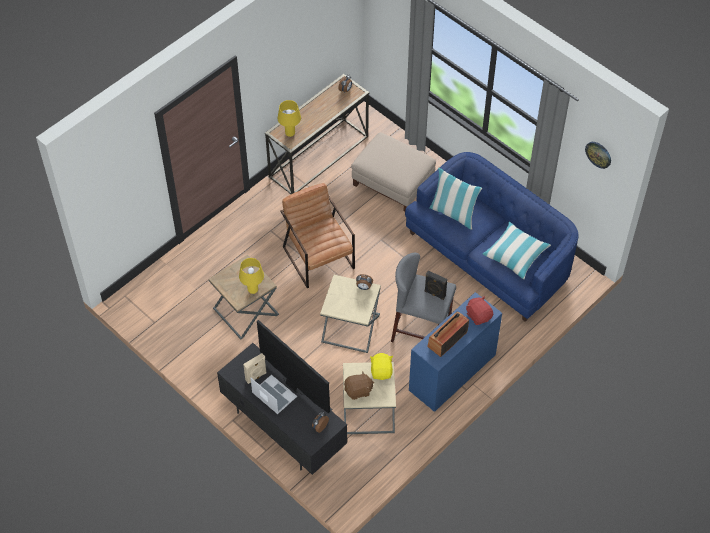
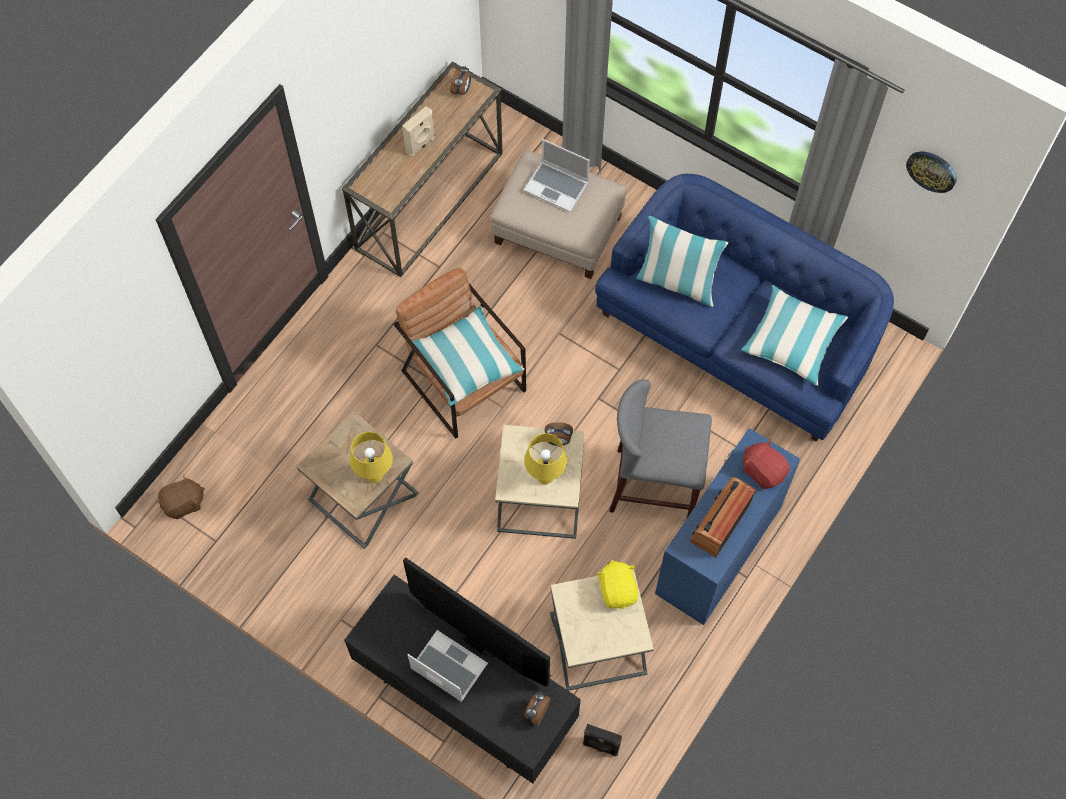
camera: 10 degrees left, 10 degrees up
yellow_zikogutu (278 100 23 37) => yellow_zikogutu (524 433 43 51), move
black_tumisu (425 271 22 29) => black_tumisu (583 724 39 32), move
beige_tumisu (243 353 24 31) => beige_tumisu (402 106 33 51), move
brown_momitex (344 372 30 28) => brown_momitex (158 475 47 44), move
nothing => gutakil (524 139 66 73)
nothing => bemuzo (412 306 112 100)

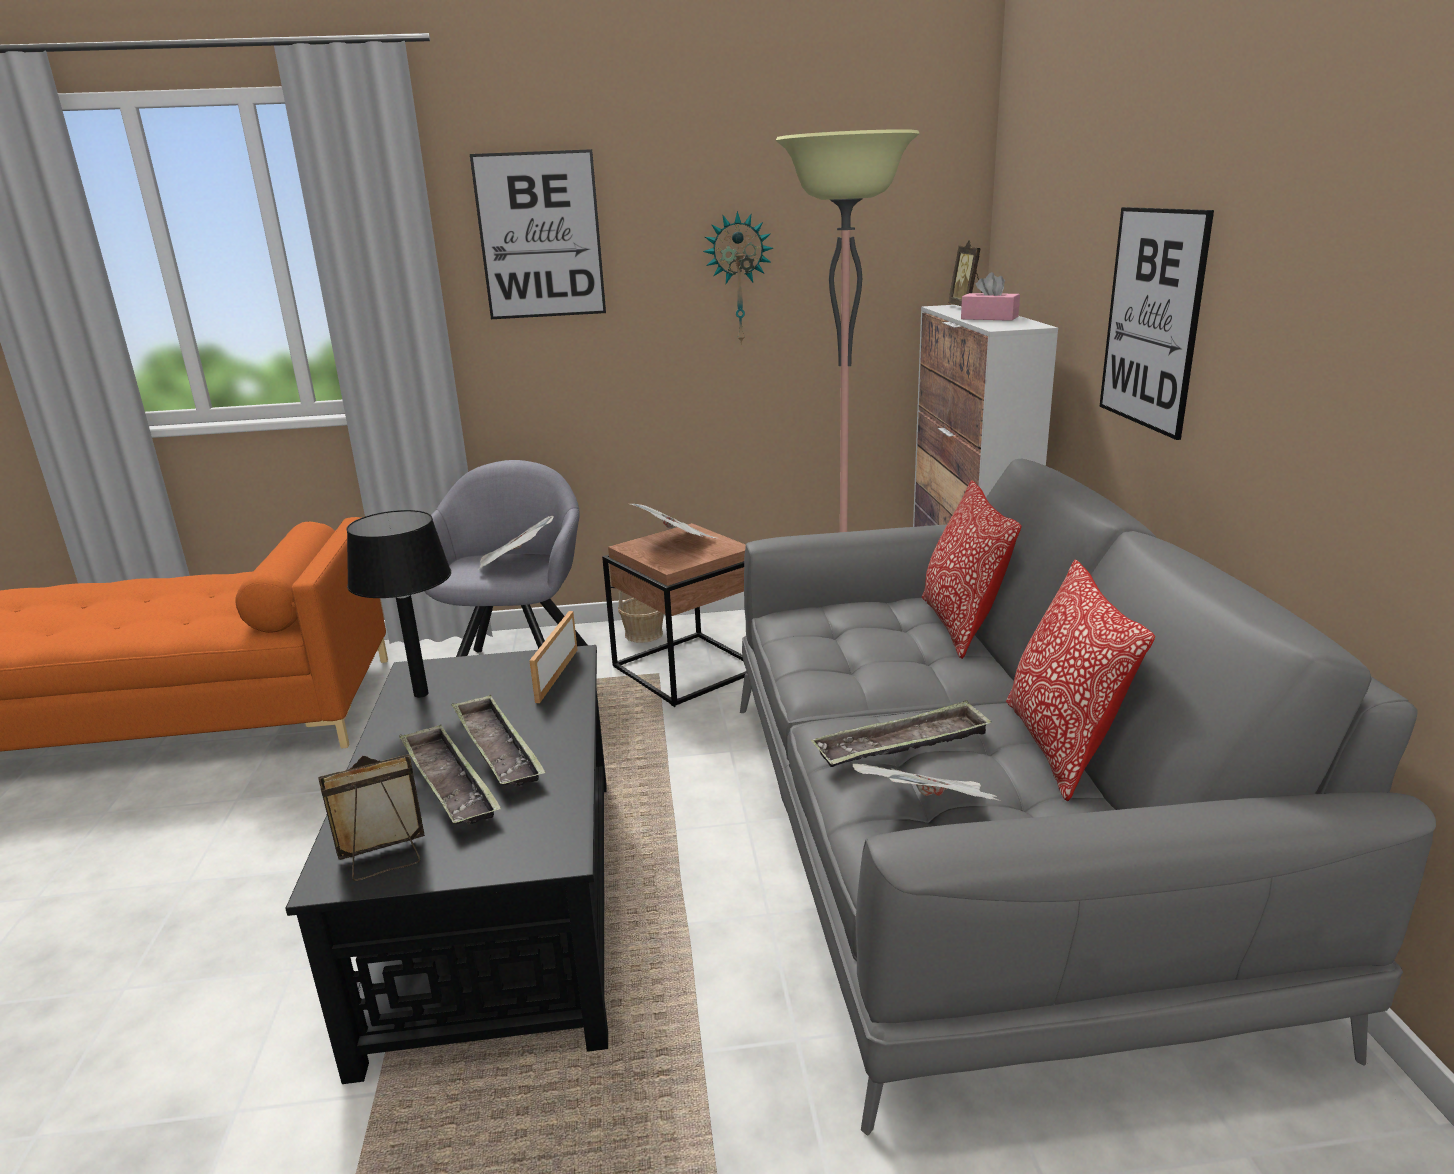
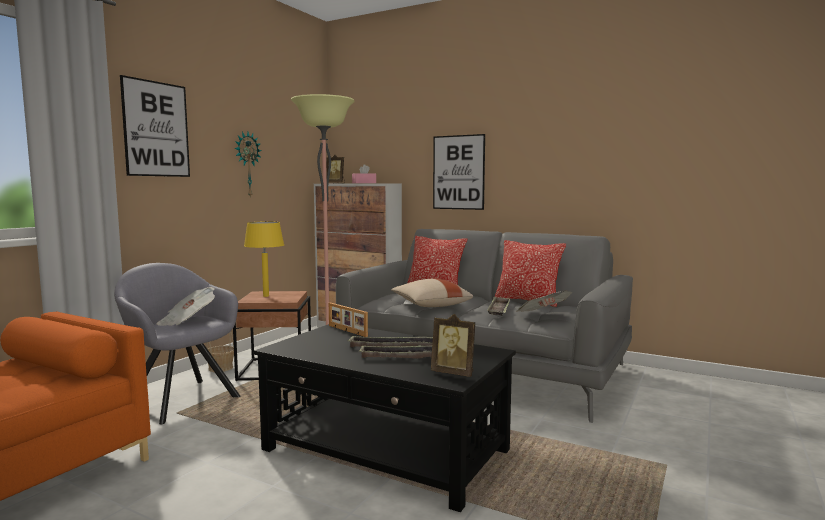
camera: 55 degrees left, 15 degrees down
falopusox (631 504 85 34) => yellow_zikogutu (244 222 40 75)
black_zikogutu (346 510 105 188) => nothing
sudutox (318 754 107 127) => sudutox (431 314 44 63), 75 degrees counterclockwise
nothing => beige_bemuzo (391 278 82 29)

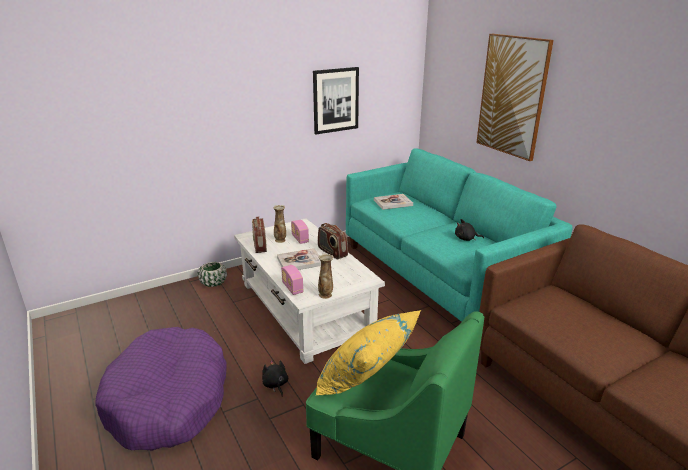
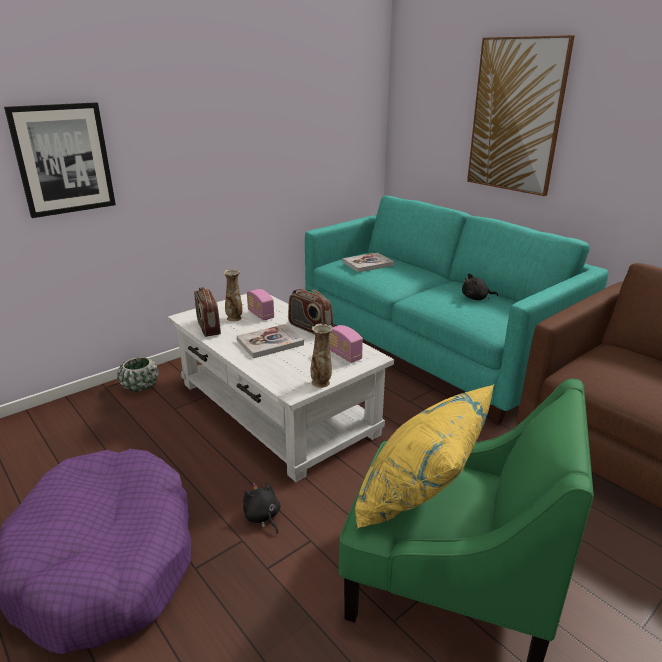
camera: 10 degrees left, 0 degrees up
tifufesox (313 67 46 67) => tifufesox (4 102 112 116), move
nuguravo (281 265 23 30) => nuguravo (329 325 34 38), move

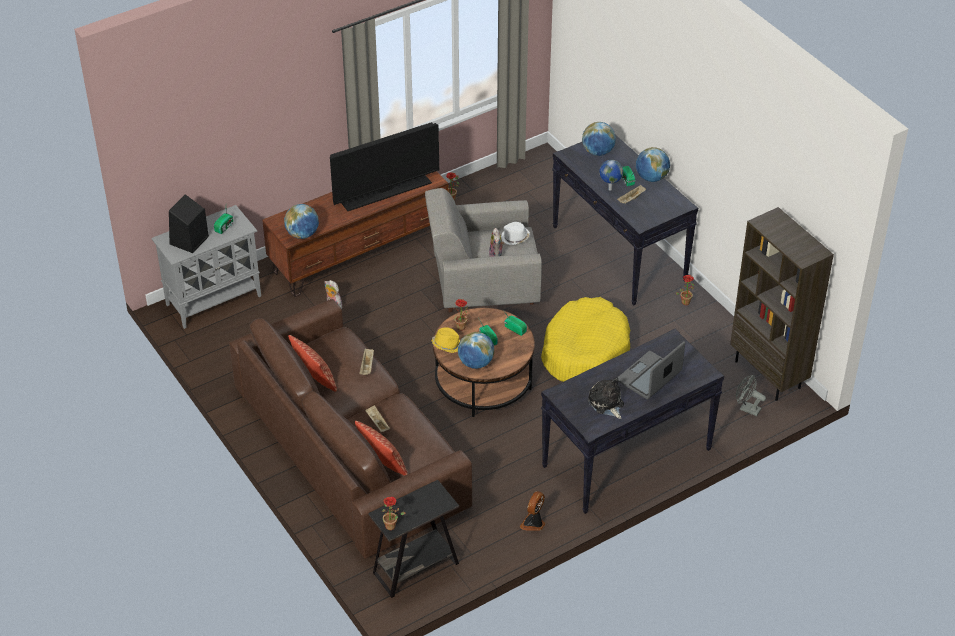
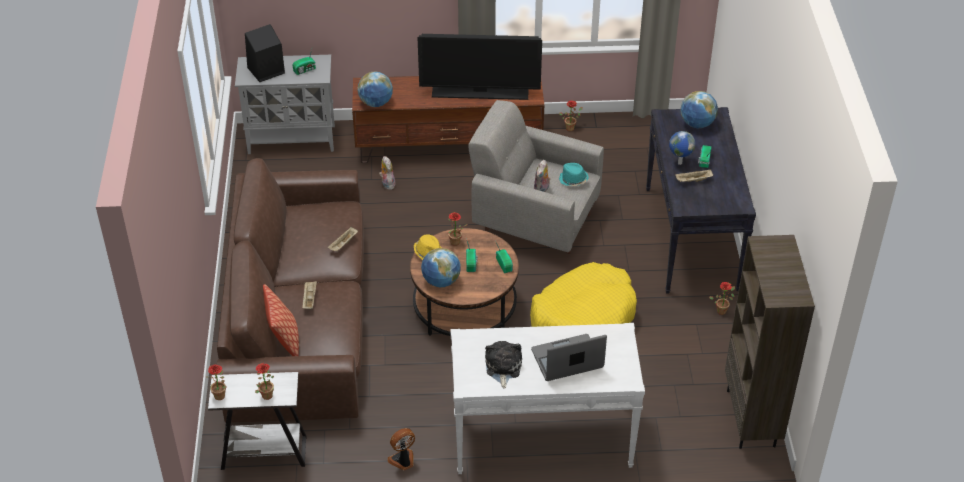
camera: 30 degrees right, 0 degrees up
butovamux (636 147 34 35) => nothing
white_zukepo (501 222 29 23) => turquoise_zukepo (559 163 30 23)
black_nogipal (541 329 183 185) => white_nogipal (451 323 194 151)
bemuzo (288 335 49 56) => nothing
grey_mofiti (736 375 30 41) => nothing
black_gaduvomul (368 480 91 118) => white_gaduvomul (208 372 99 98)
nothing => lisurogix (255 363 19 37)

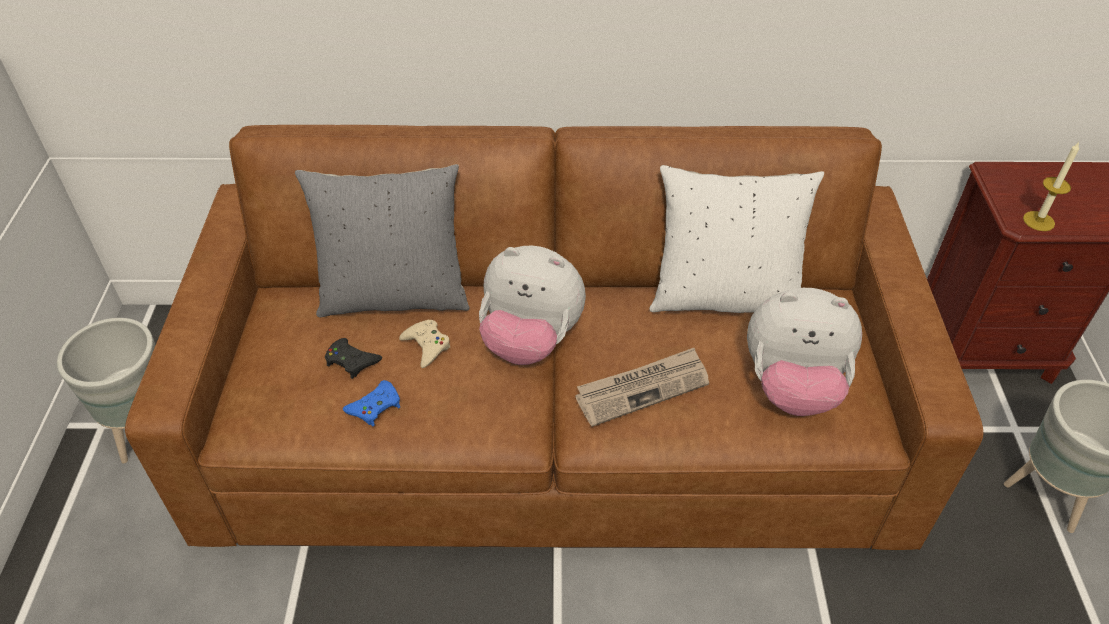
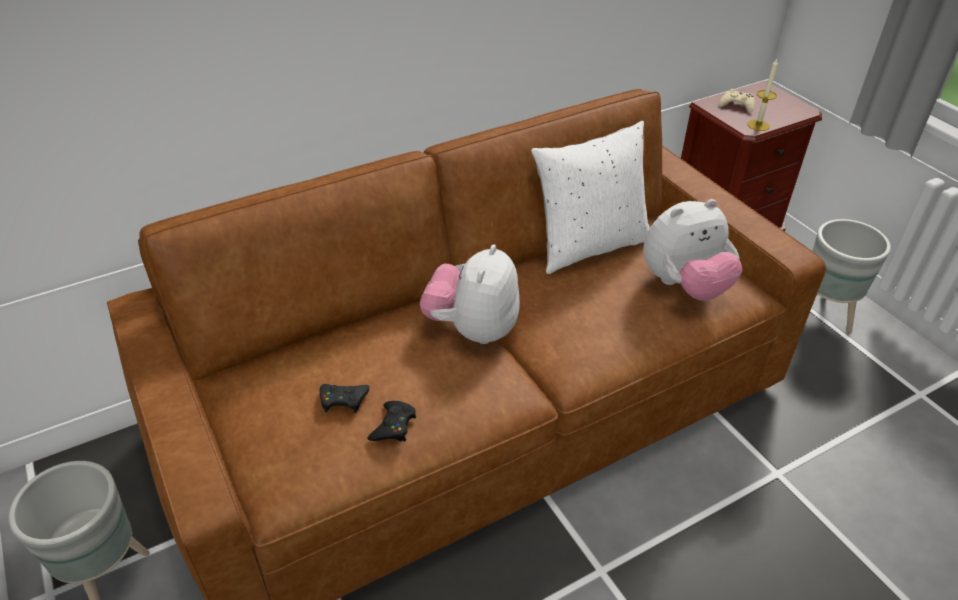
camera: 30 degrees left, 5 degrees down
grey_bemuzo (295 164 175 153) => nothing
momitex (479 245 107 120) => momitex (420 244 100 100), 120 degrees clockwise
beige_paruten (399 320 52 48) => beige_paruten (719 89 36 25), move
falopusox (575 347 134 80) => nothing
blue_paruten (343 380 57 46) => black_paruten (367 401 49 40)

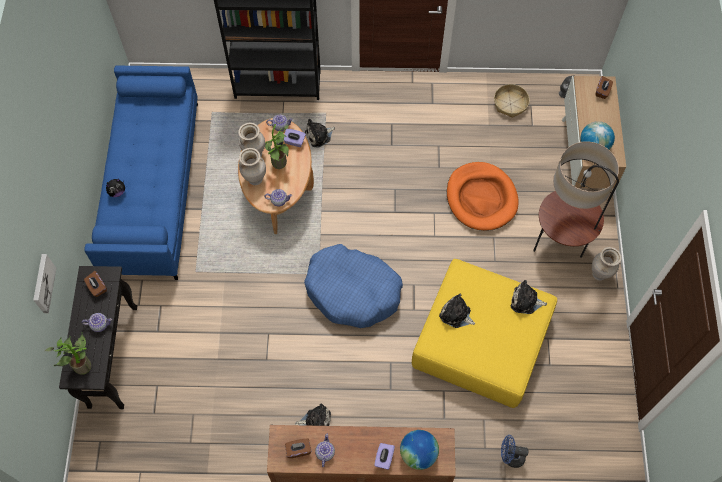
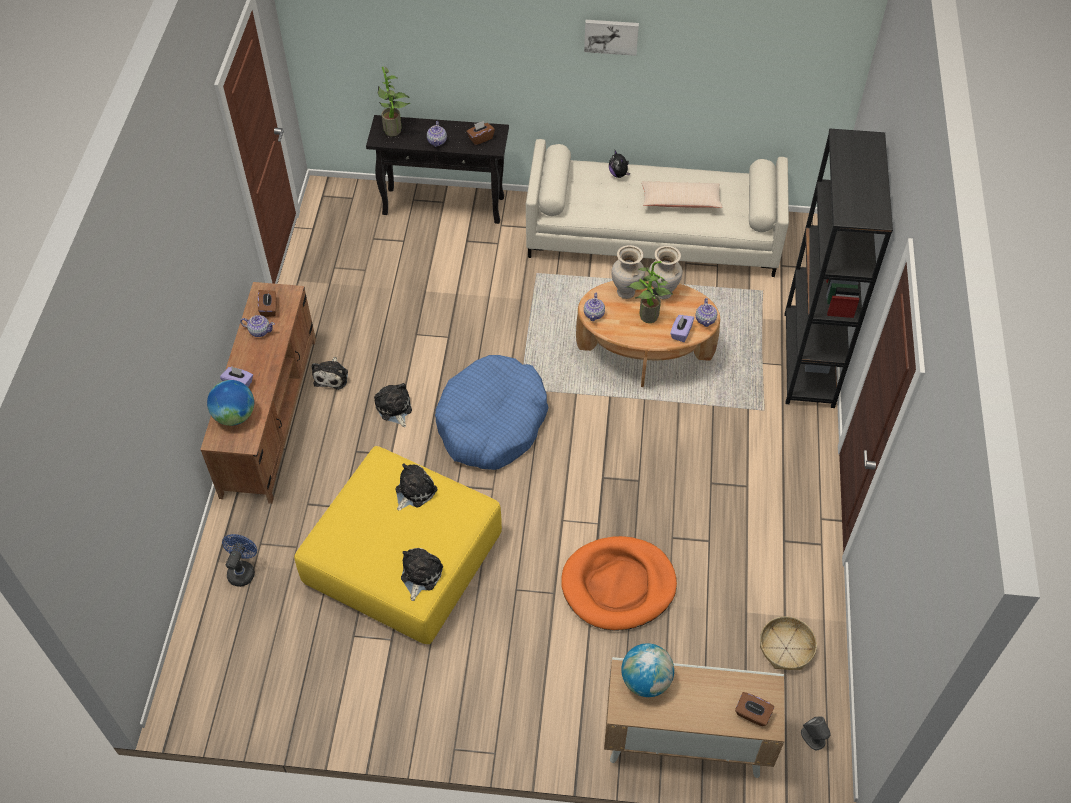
camera: 95 degrees right, 10 degrees down
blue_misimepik (84 65 114 215) => beige_misimepik (526 139 263 138)
momitex (305 119 30 29) => momitex (374 383 38 44), move
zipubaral (533 141 86 117) => nothing
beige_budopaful (592 247 30 34) => nothing
tifufesox (33 254 23 59) => tifufesox (584 20 55 36), move
nothing => beige_bemuzo (642 181 81 27)

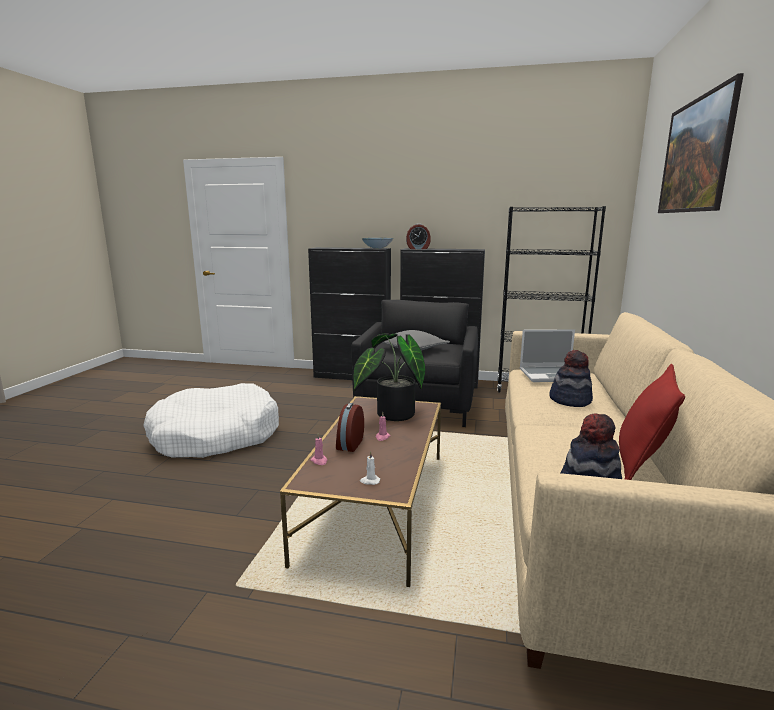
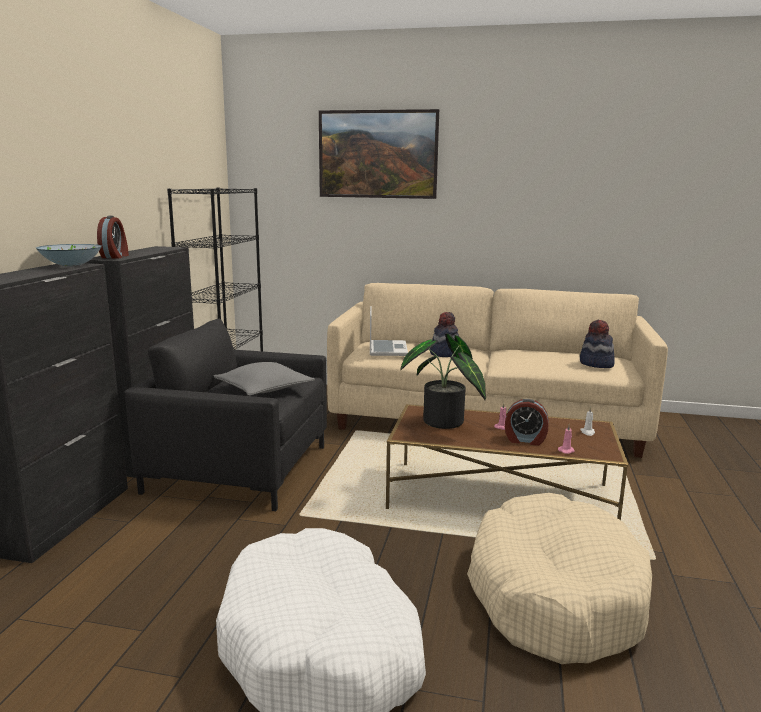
camera: 90 degrees left, 0 degrees up
red_bemuzo (619 364 66 116) => nothing
nothing => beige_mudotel (467 493 185 171)

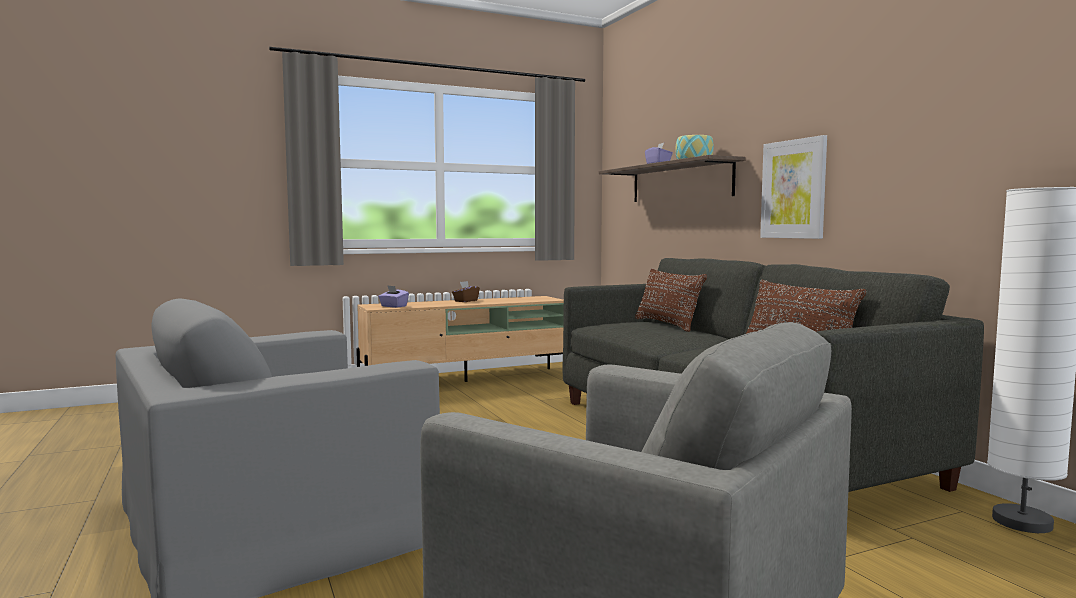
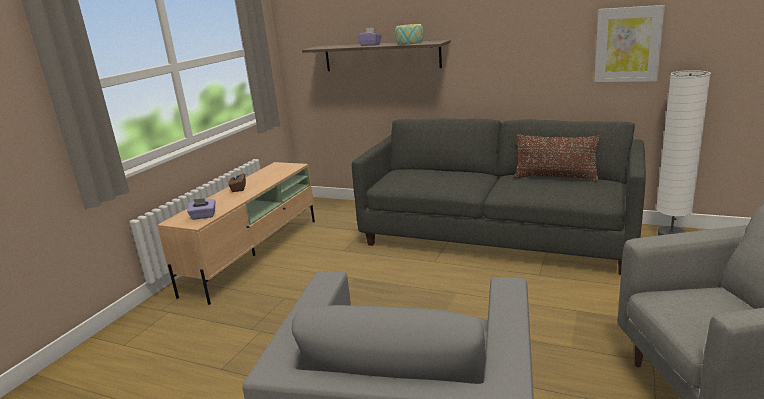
camera: 40 degrees left, 15 degrees up
tifufesox (760 135 67 104) => tifufesox (594 5 71 77), move
brown_bemuzo (635 268 72 64) => nothing

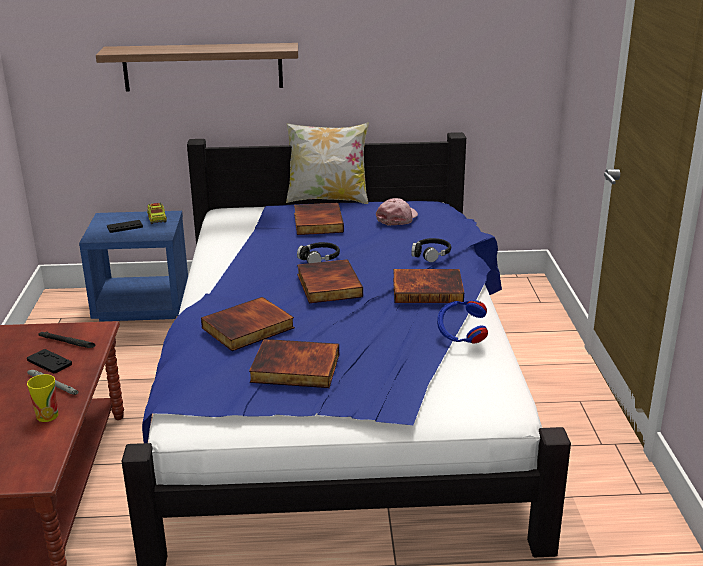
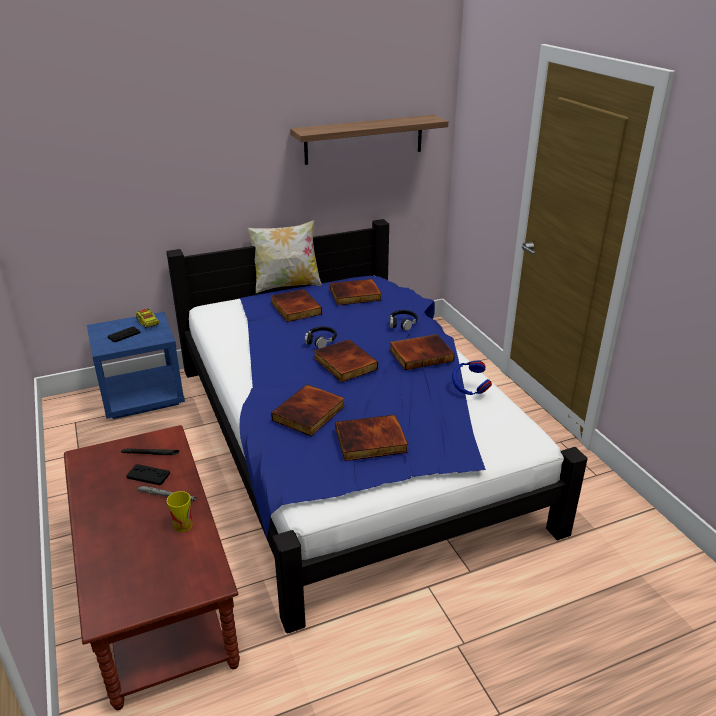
camera: 20 degrees left, 5 degrees up
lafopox (96 43 202 48) => lafopox (290 115 159 50), move
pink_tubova (376 198 42 28) => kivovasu (330 279 52 26)

